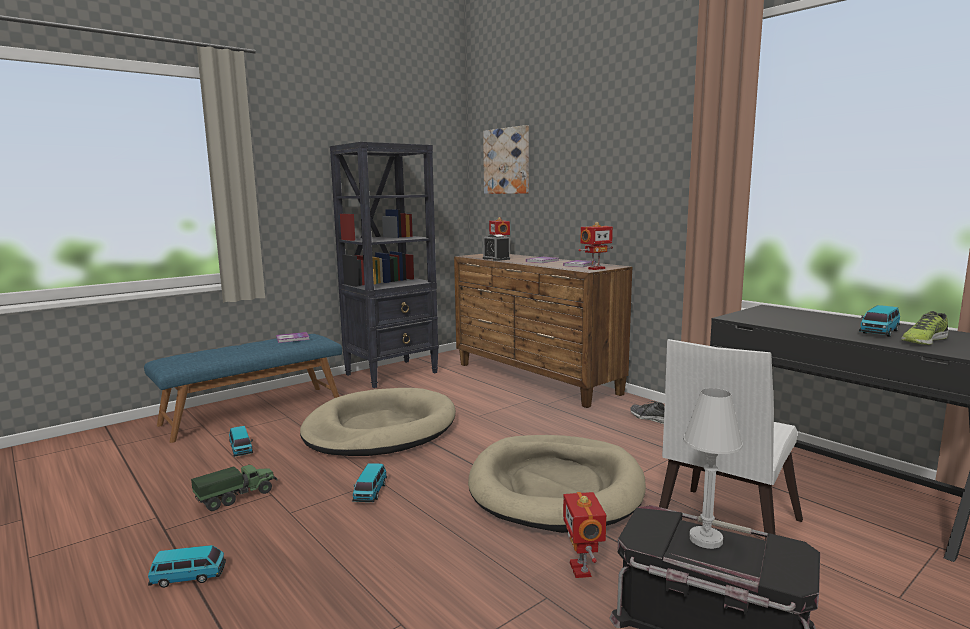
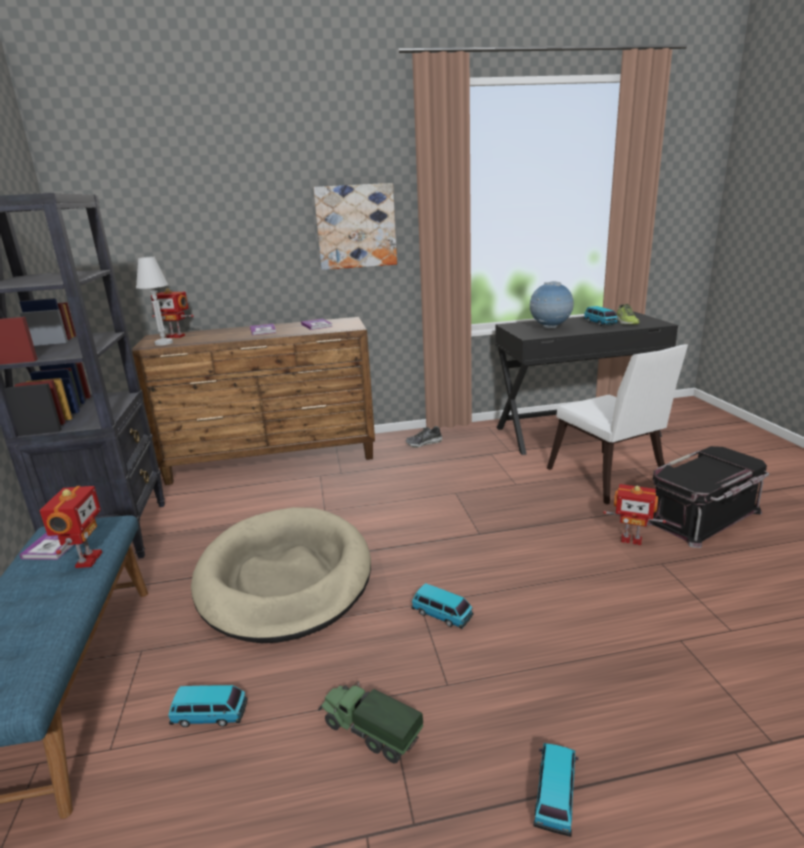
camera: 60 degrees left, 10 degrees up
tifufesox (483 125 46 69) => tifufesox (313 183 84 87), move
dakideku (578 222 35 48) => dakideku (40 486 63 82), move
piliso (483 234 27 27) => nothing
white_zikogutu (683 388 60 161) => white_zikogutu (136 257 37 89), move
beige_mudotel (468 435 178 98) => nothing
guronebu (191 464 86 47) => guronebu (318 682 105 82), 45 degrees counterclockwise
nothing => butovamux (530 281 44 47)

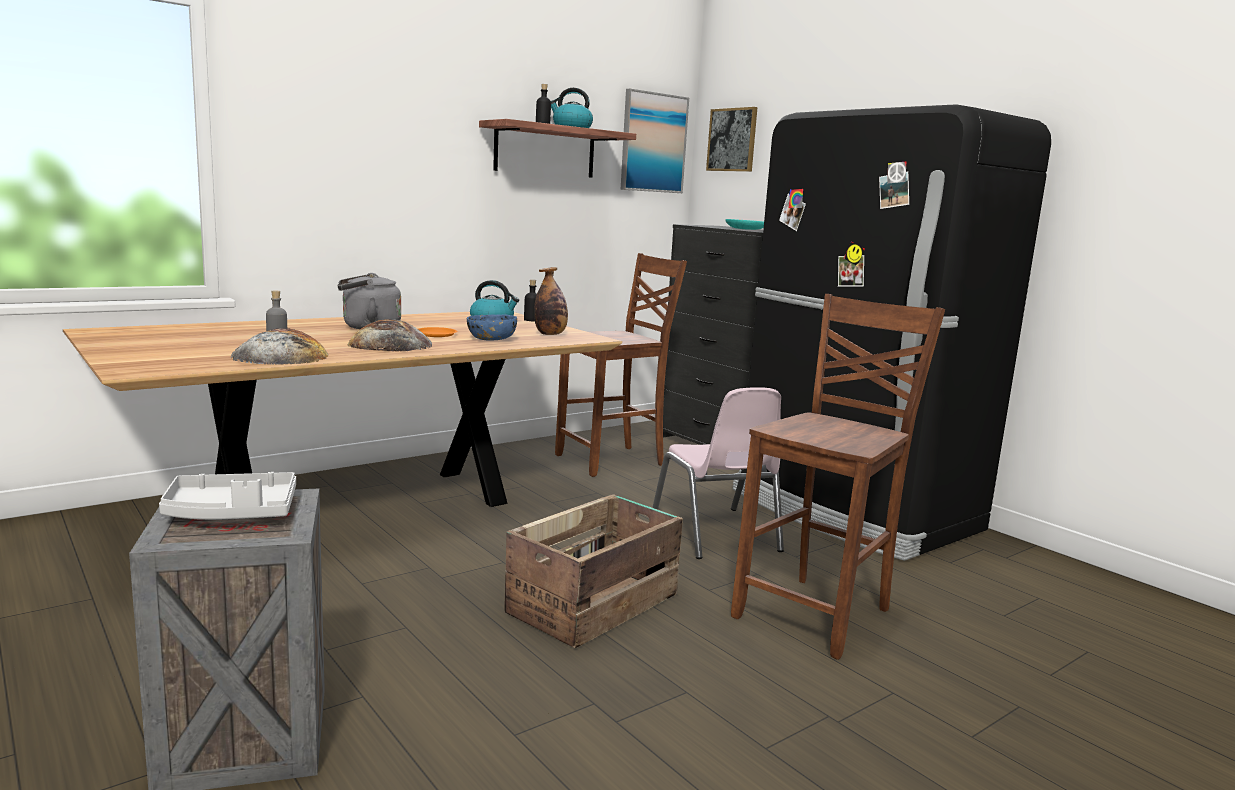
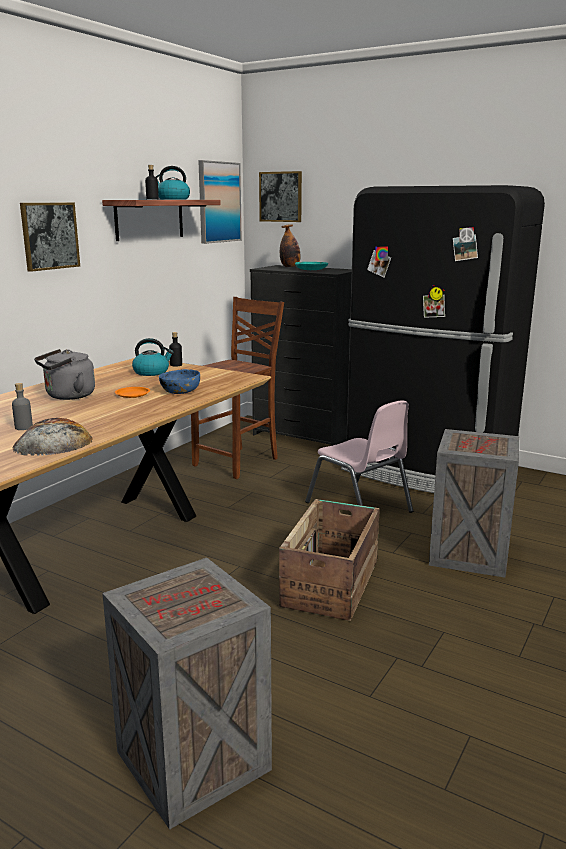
camera: 20 degrees left, 5 degrees up
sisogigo (534 267 34 68) => sisogigo (280 224 20 43), move
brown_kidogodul (731 294 214 366) => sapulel (429 429 90 148)
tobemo (348 319 84 32) => nothing
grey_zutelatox (159 472 137 48) => nothing
nothing => tifufesox (20 203 60 69)

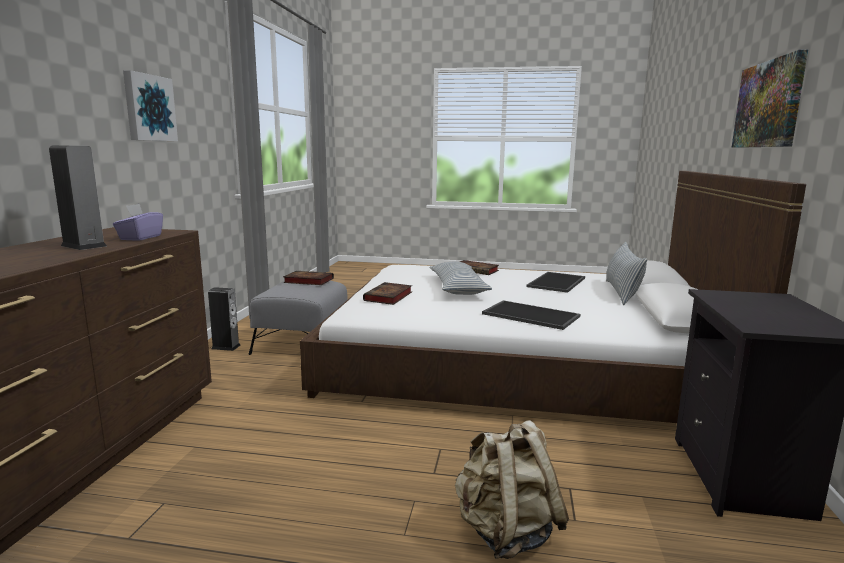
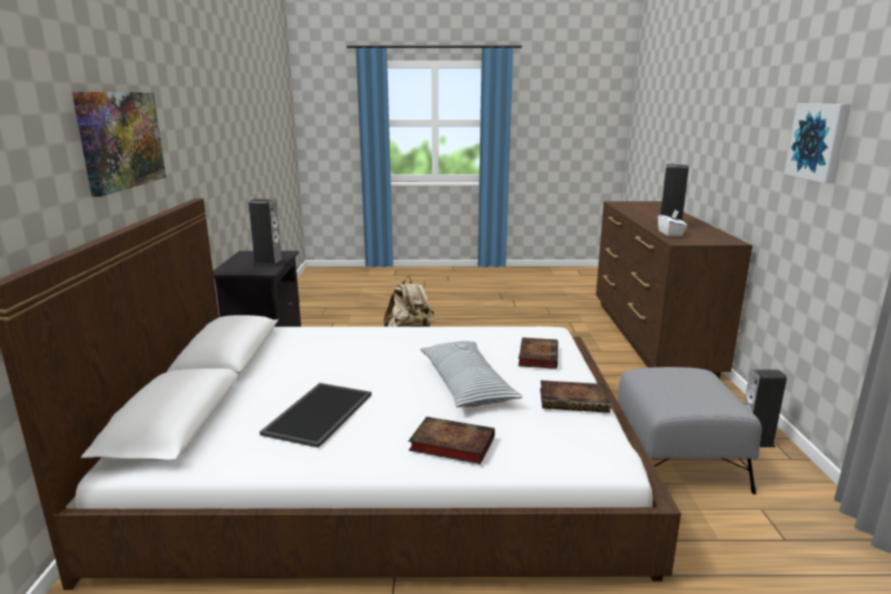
camera: 170 degrees right, 5 degrees up
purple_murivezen (113 204 50 37) => white_murivezen (658 210 29 26)
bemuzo (606 242 41 63) => nothing
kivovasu (283 271 51 14) => kivovasu (540 380 71 33), move
zutelatox (482 300 98 30) => nothing
nothing => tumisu (248 199 36 68)

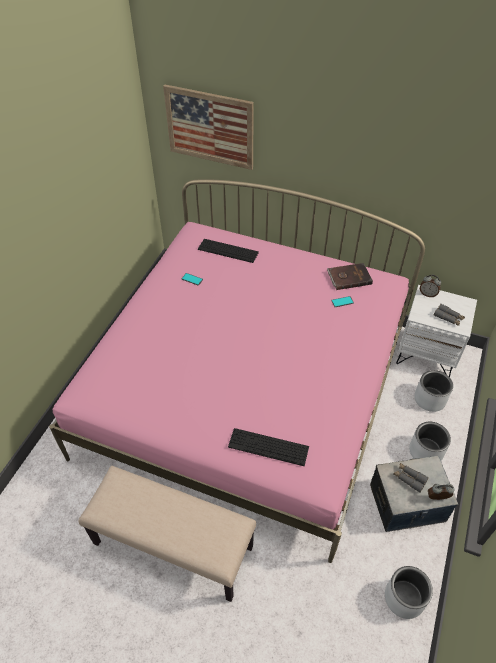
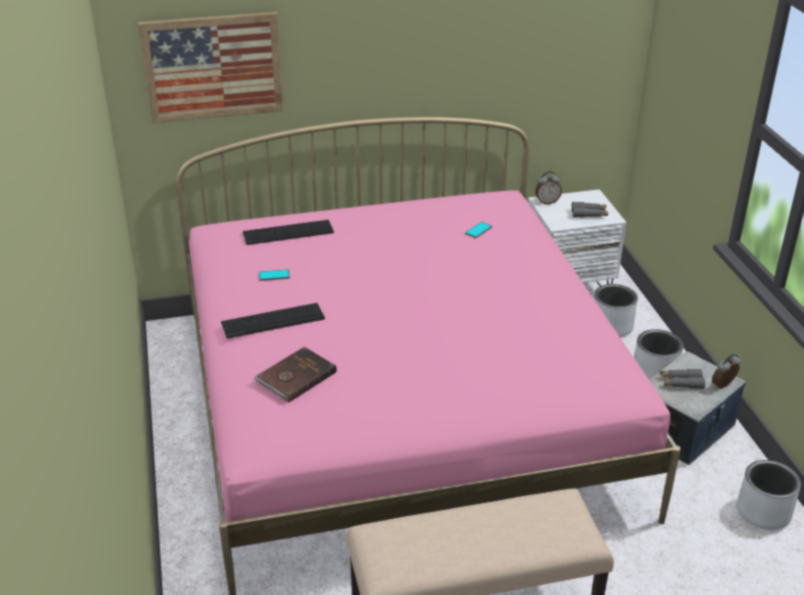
camera: 35 degrees left, 15 degrees down
brown_kivovasu (327 263 46 27) => brown_kivovasu (254 347 83 55), move
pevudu (228 428 81 38) => pevudu (221 303 104 36), move

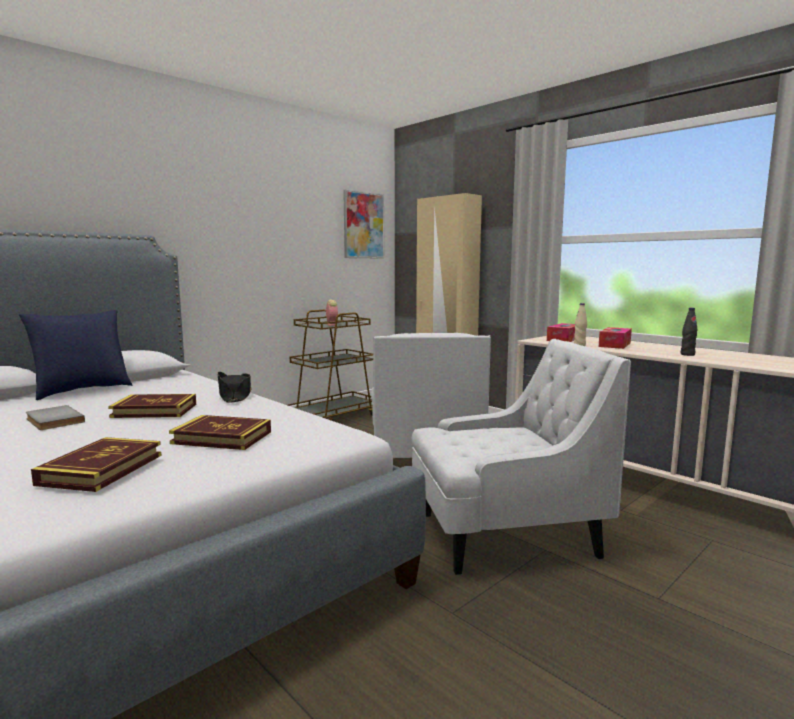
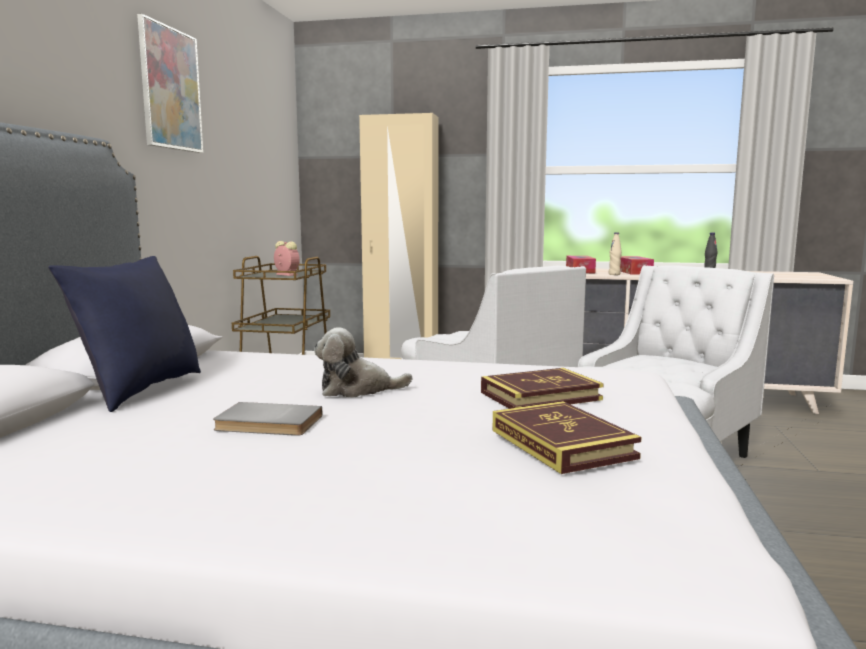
camera: 35 degrees left, 0 degrees up
tifufesox (343 190 41 69) => tifufesox (137 14 66 139), move
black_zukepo (217 372 35 31) => nothing
kivovasu (108 394 88 24) => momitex (314 327 98 71)

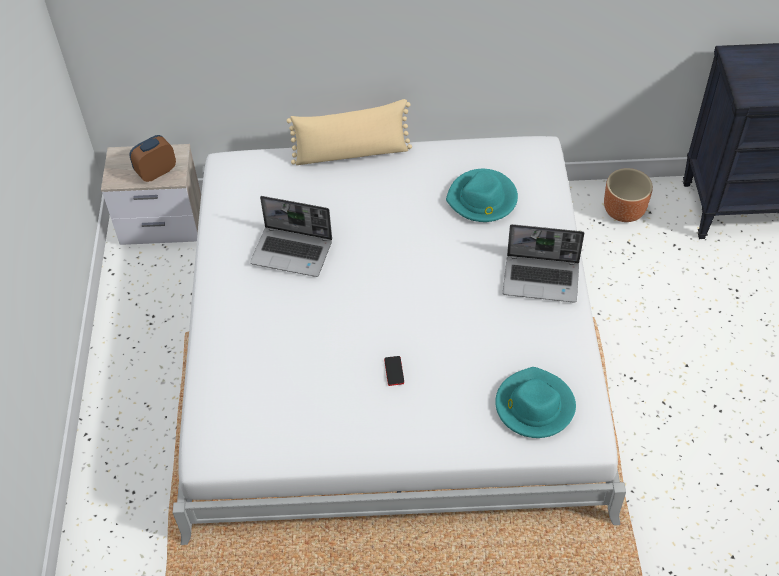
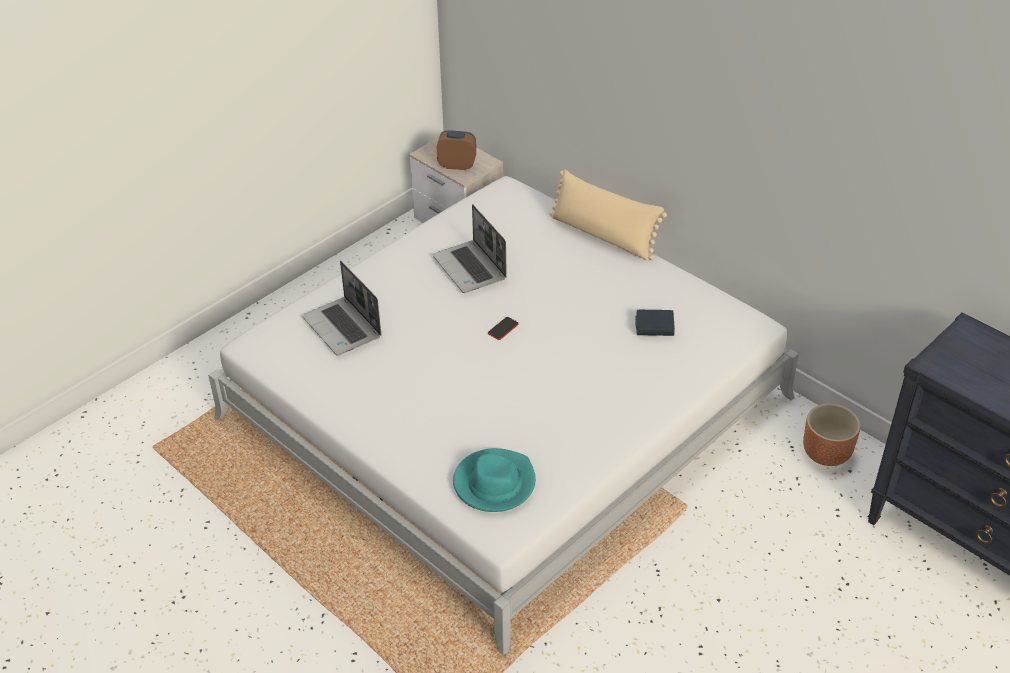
camera: 45 degrees right, 10 degrees down
turquoise_zukepo (446 169 72 53) => kivovasu (635 310 40 26)
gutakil (503 224 81 79) => gutakil (302 261 79 95), move
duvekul (384 356 20 30) => duvekul (488 317 30 23), move

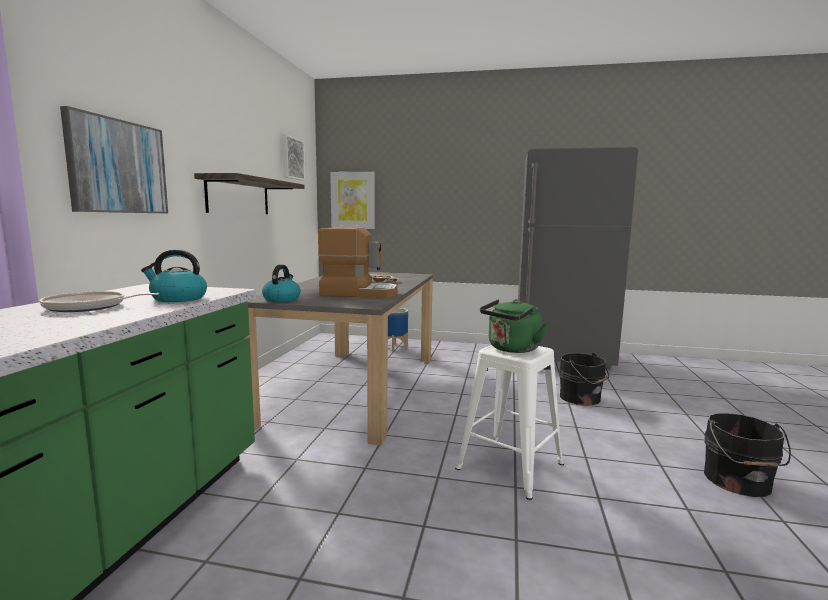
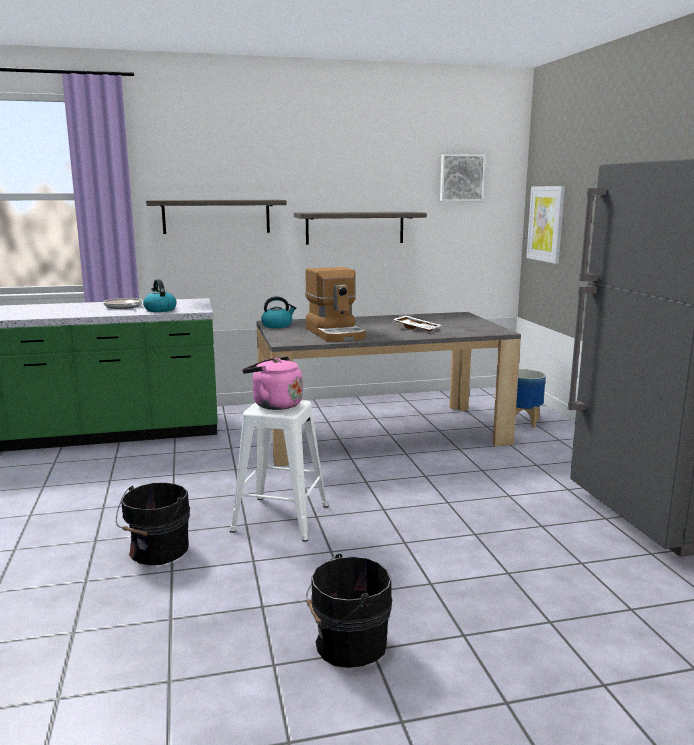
camera: 65 degrees right, 5 degrees up
tifufesox (60 106 108 107) => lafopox (146 200 141 34)
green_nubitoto (480 299 68 54) => pink_nubitoto (242 356 61 54)
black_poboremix (559 353 50 53) => black_poboremix (116 482 74 83), move

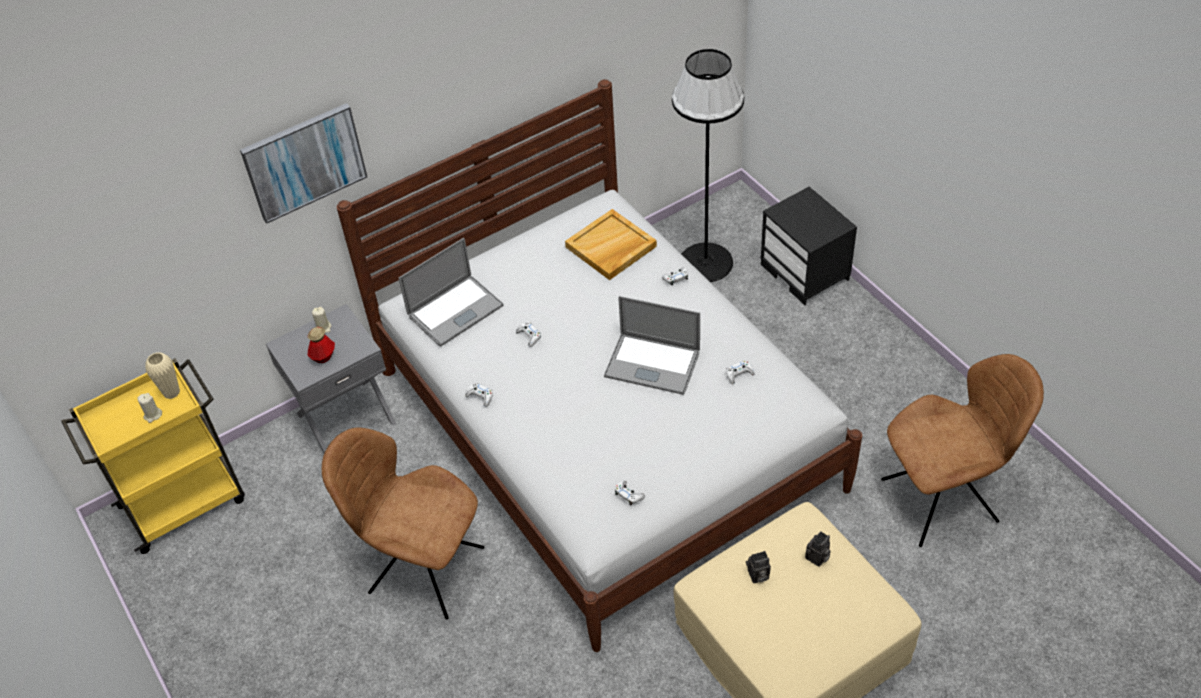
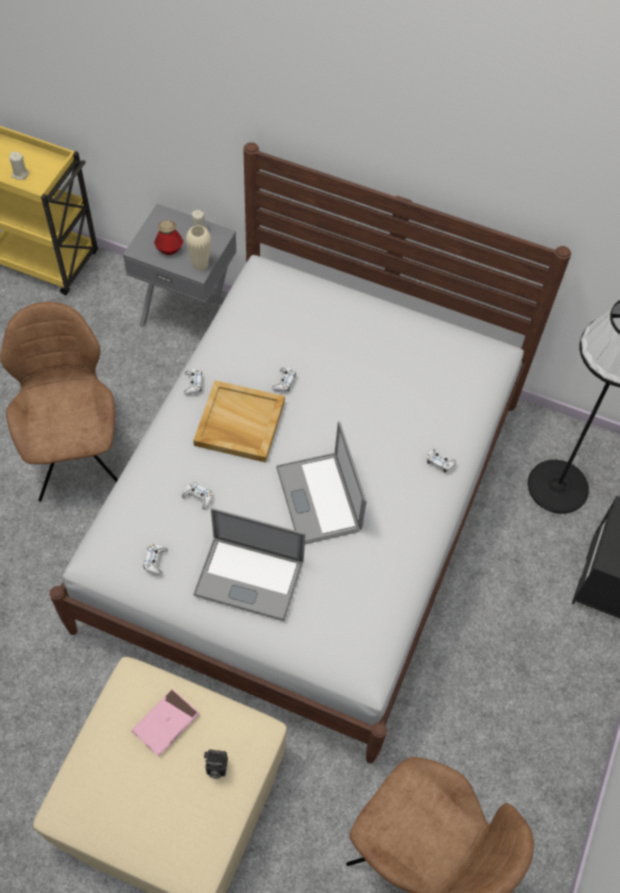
camera: 50 degrees right, 10 degrees up
tifufesox (240 103 127 121) => nothing
beige_zutelatox (565 209 92 71) => beige_zutelatox (193 380 92 83), move
gutakil (399 238 105 109) => gutakil (194 508 111 113), move
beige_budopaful (145 352 35 47) => beige_budopaful (186 225 25 45), move
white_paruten (726 361 29 23) => white_paruten (182 482 30 28), move
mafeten (746 551 25 32) => pink_kivovasu (131 689 68 67)

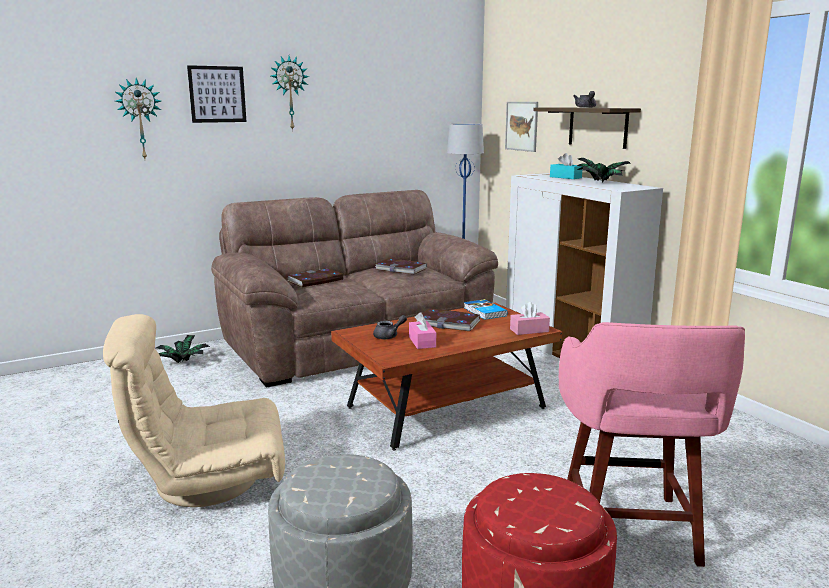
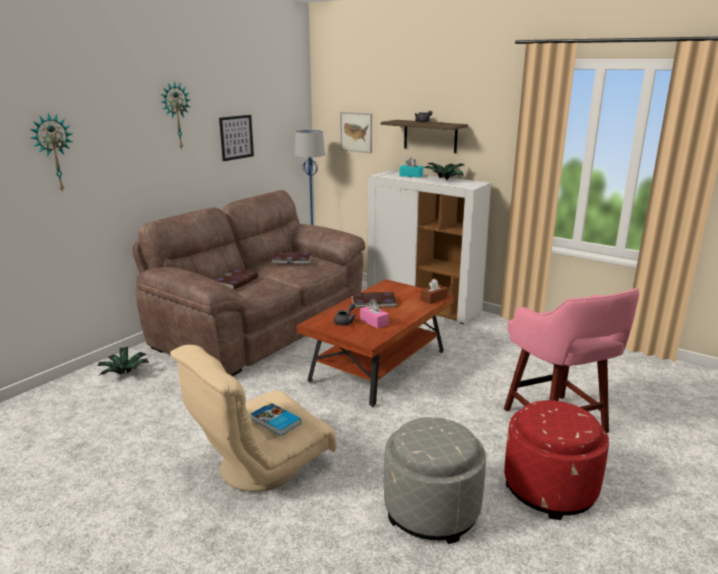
camera: 25 degrees left, 5 degrees up
tifufesox (187 65 60 58) => tifufesox (219 115 35 46), move
kivovasu (464 299 43 21) => kivovasu (251 403 50 33), move
pink_murivezen (510 302 40 33) => brown_murivezen (421 278 27 26)

